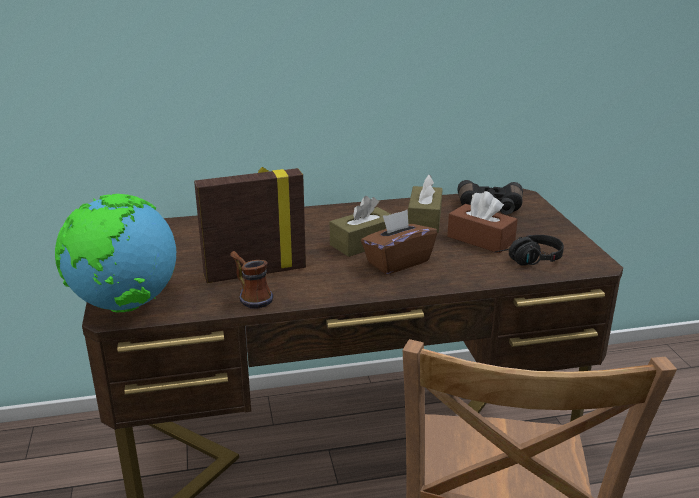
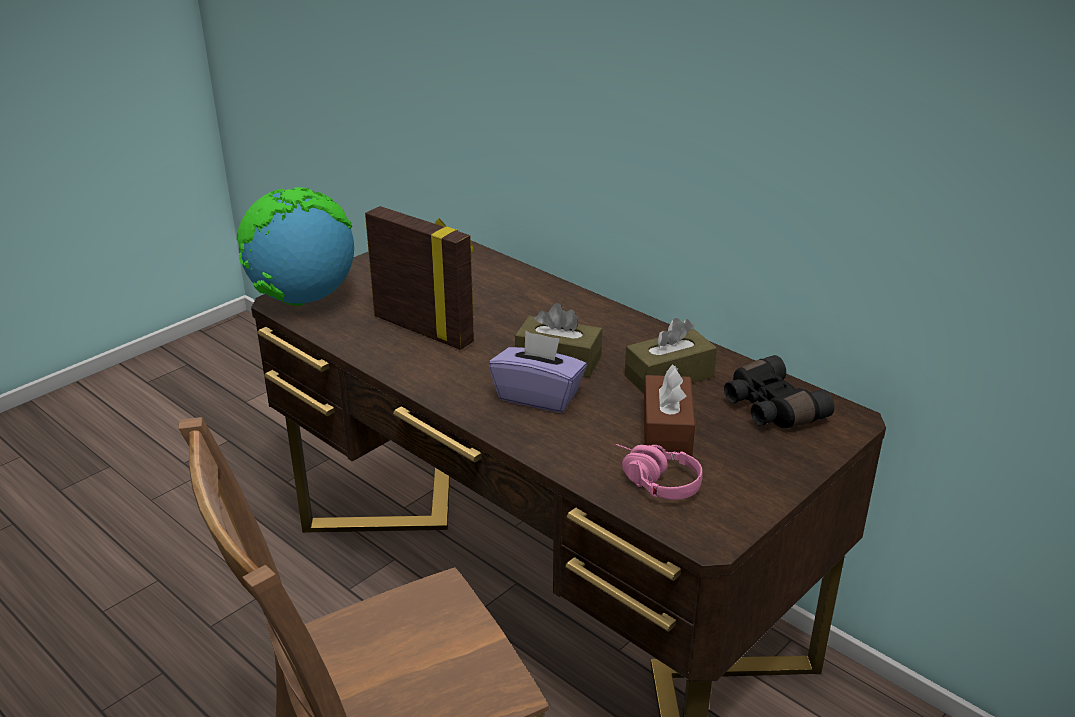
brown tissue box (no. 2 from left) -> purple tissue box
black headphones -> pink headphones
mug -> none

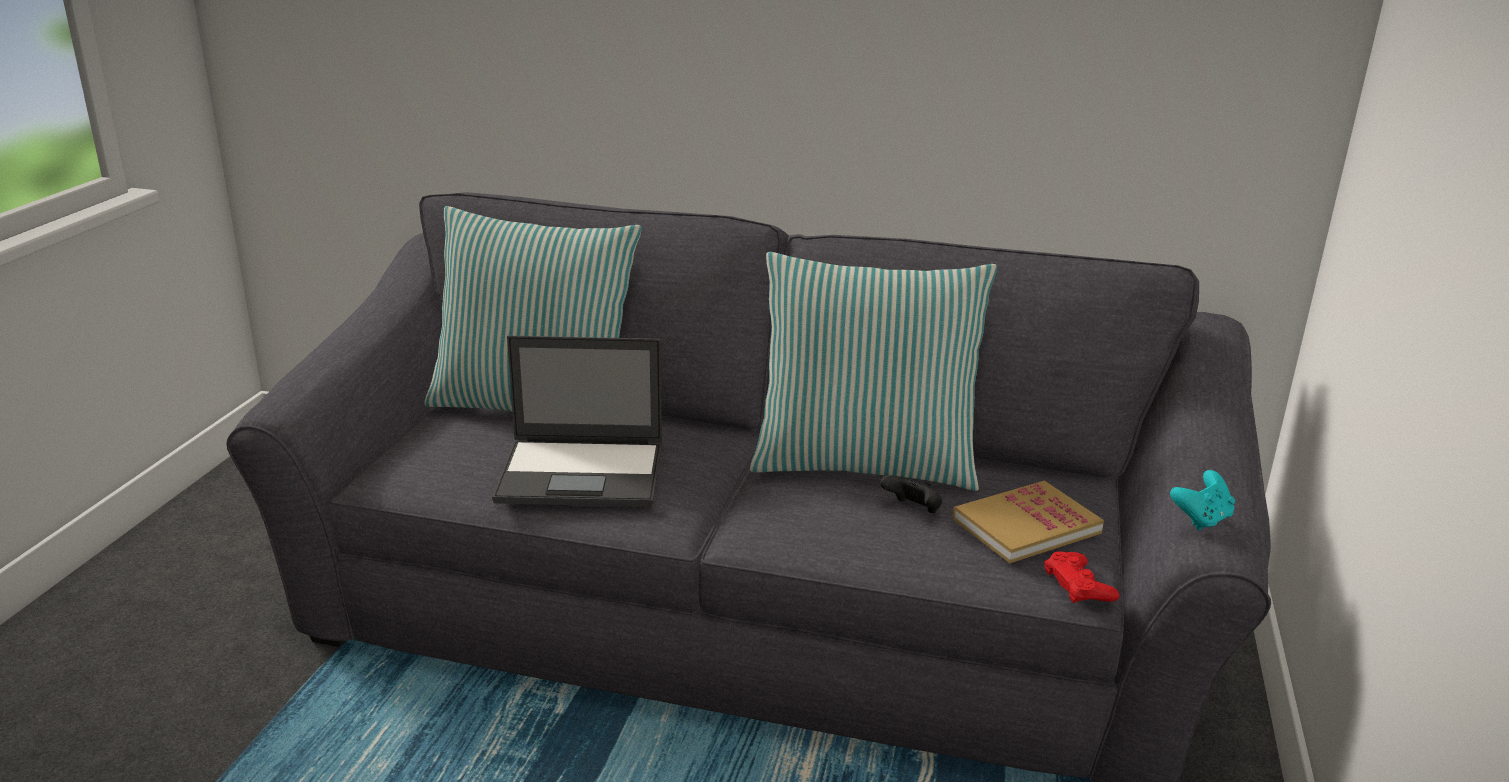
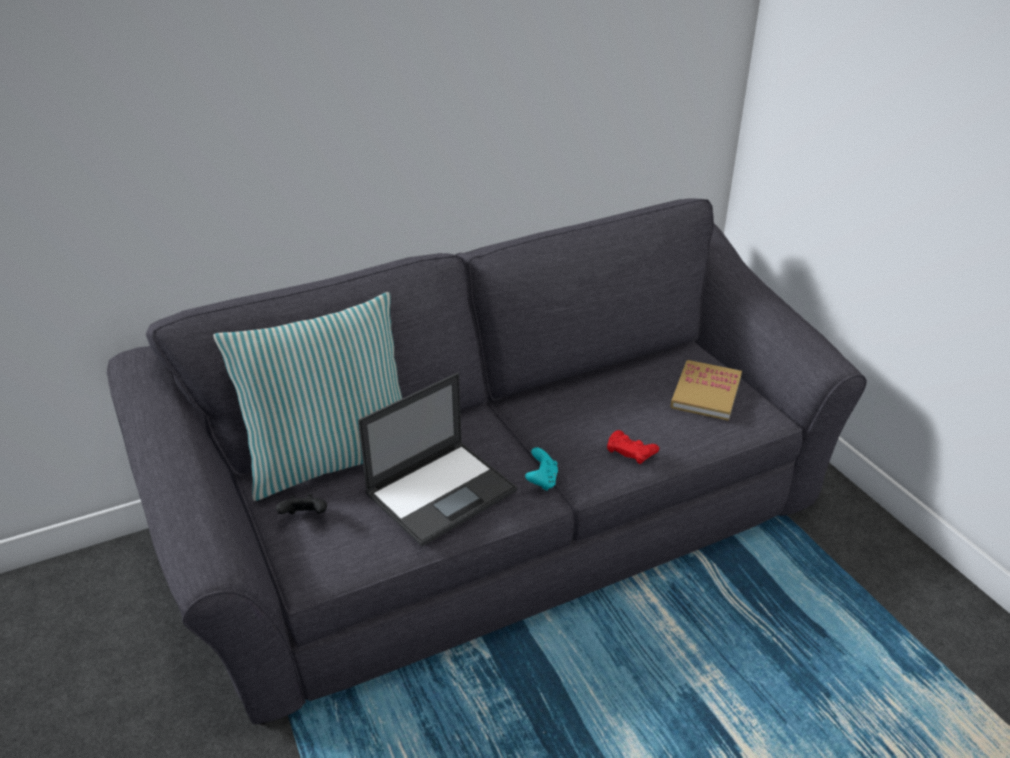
black game controller, shifted
turquoise game controller, shifted
red game controller, shifted
pillow (no. 2 from left) -> none

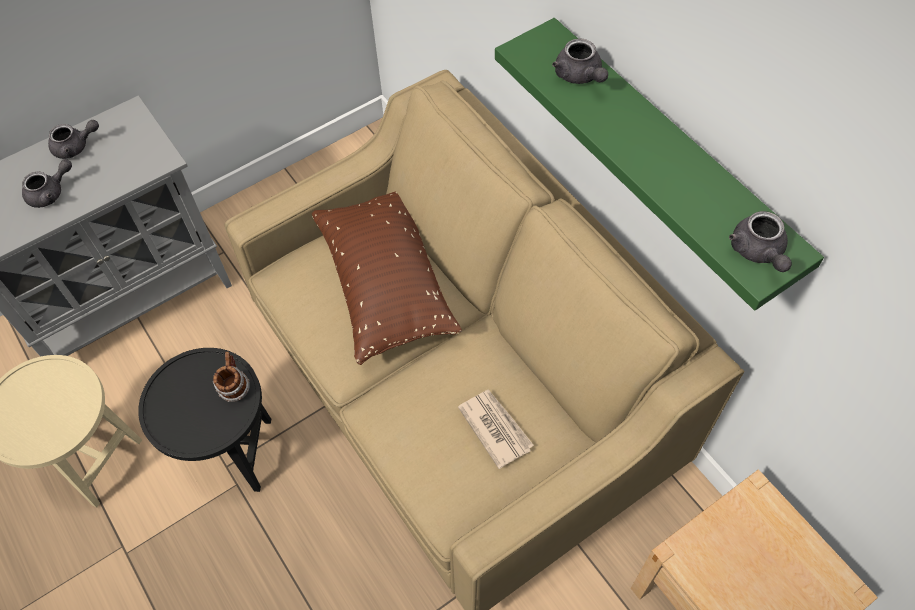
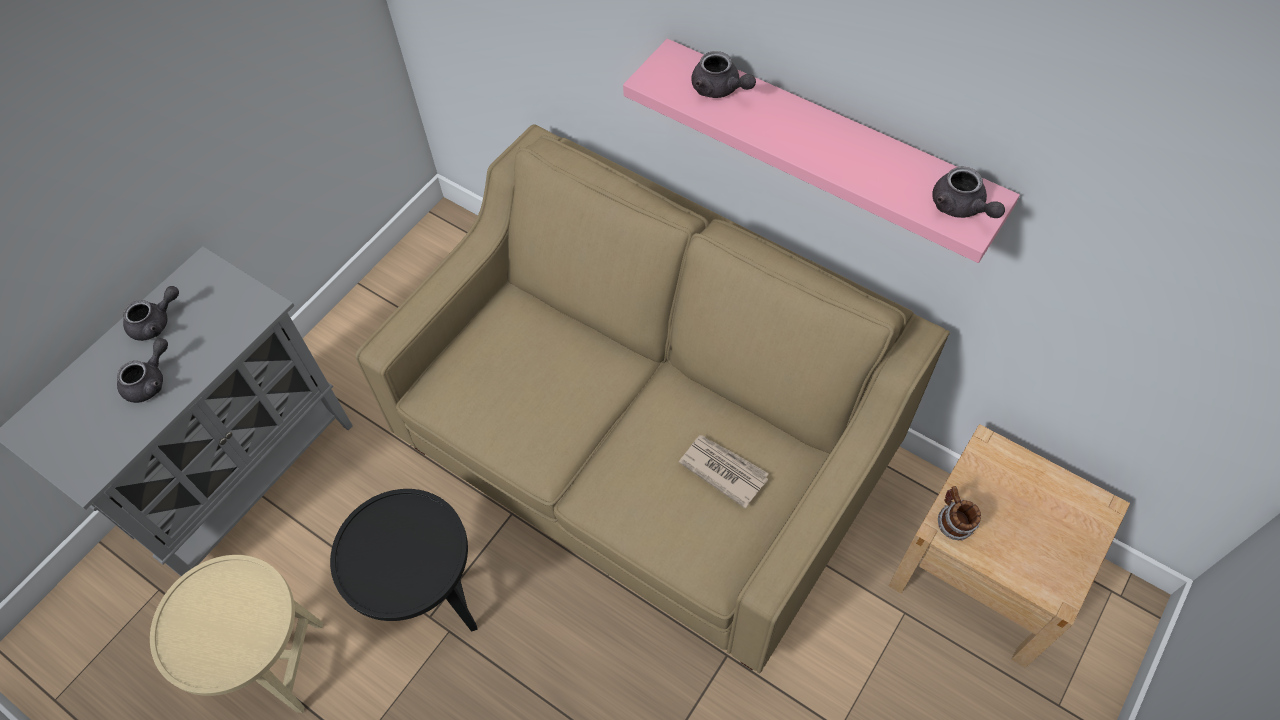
green shelf -> pink shelf
mug, shifted
brown pillow -> none

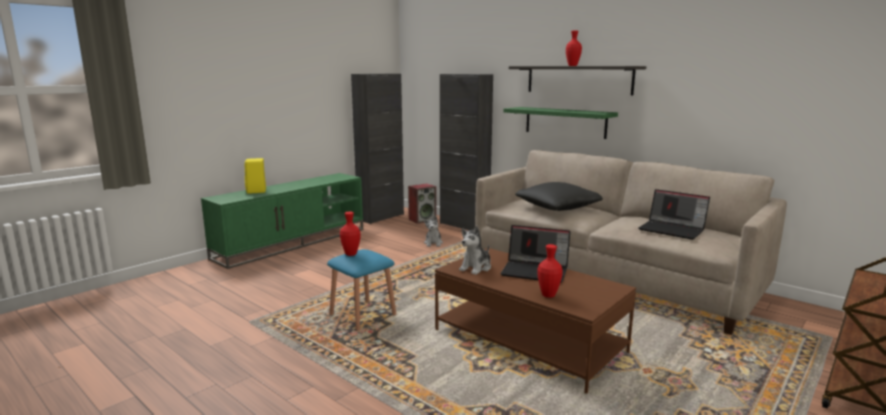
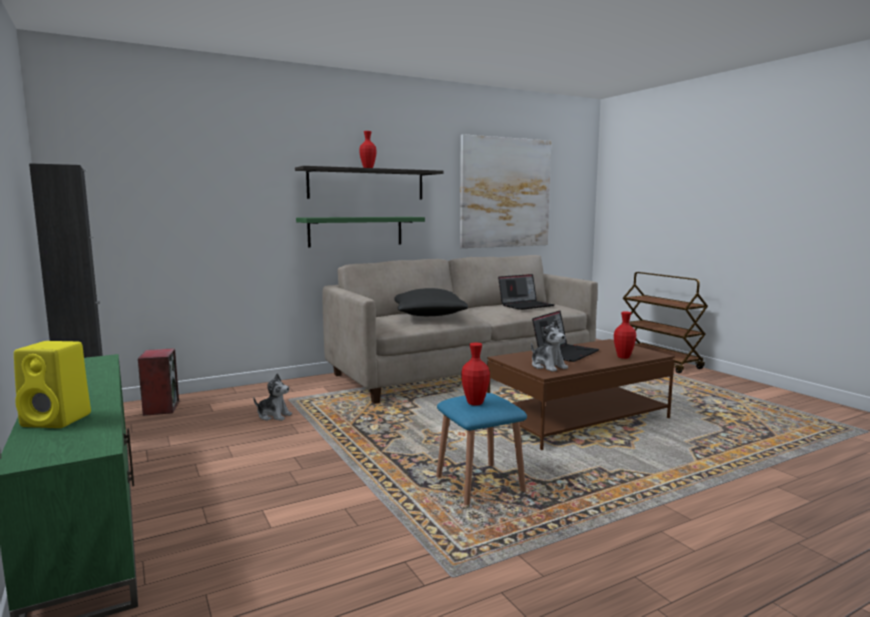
none -> picture
black cabinet (no. 2 from left) -> none

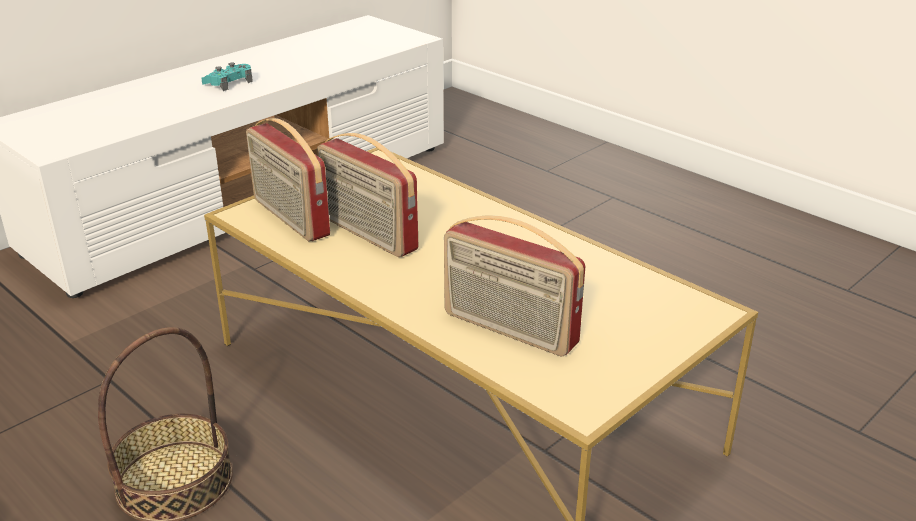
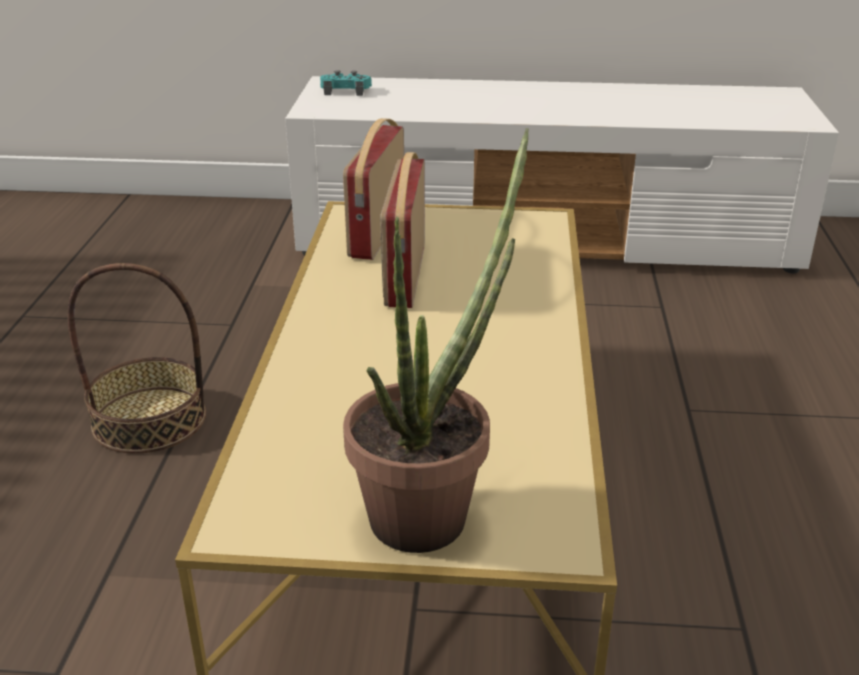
turquoise game controller, shifted
none -> potted plant
radio (no. 3 from left) -> none

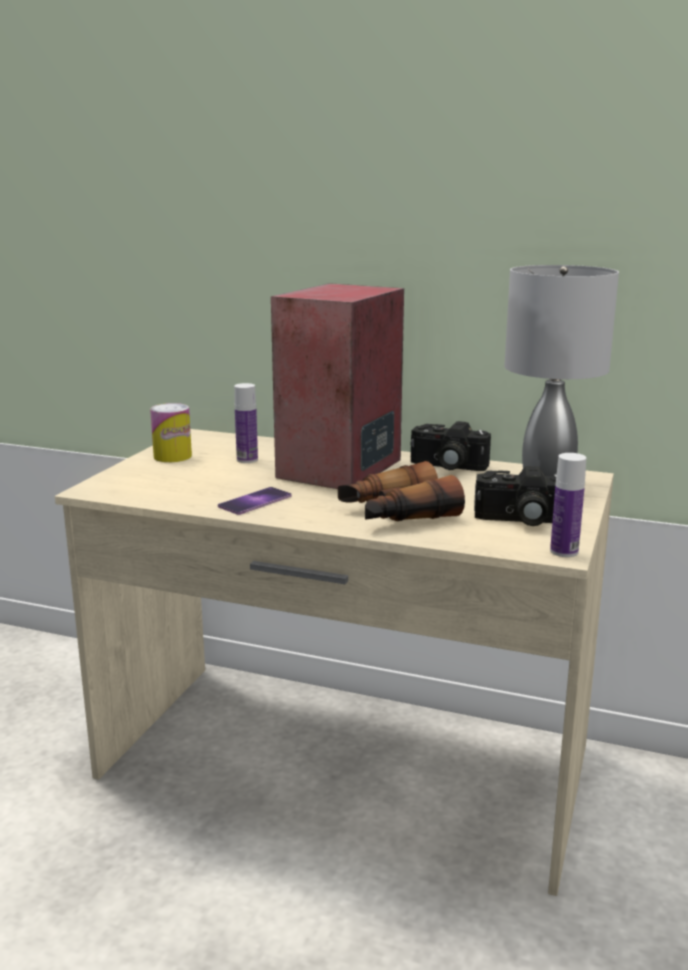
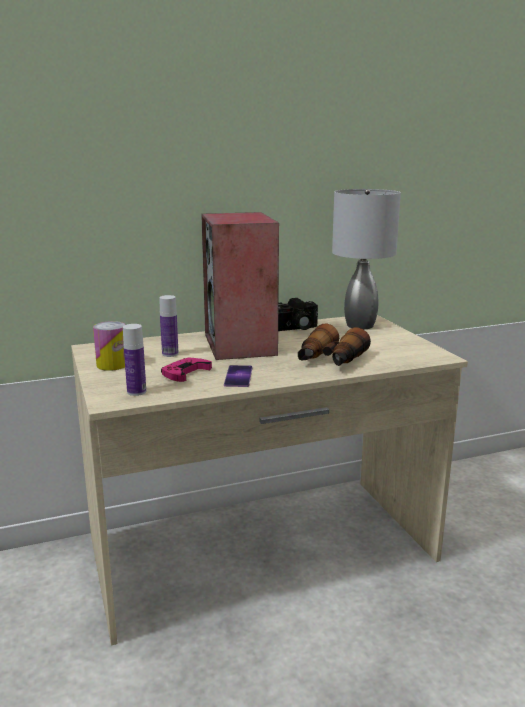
bottle (no. 2 from left in the first image) -> bottle (no. 1 from left), shifted
none -> pink game controller
photo camera (no. 2 from left) -> none

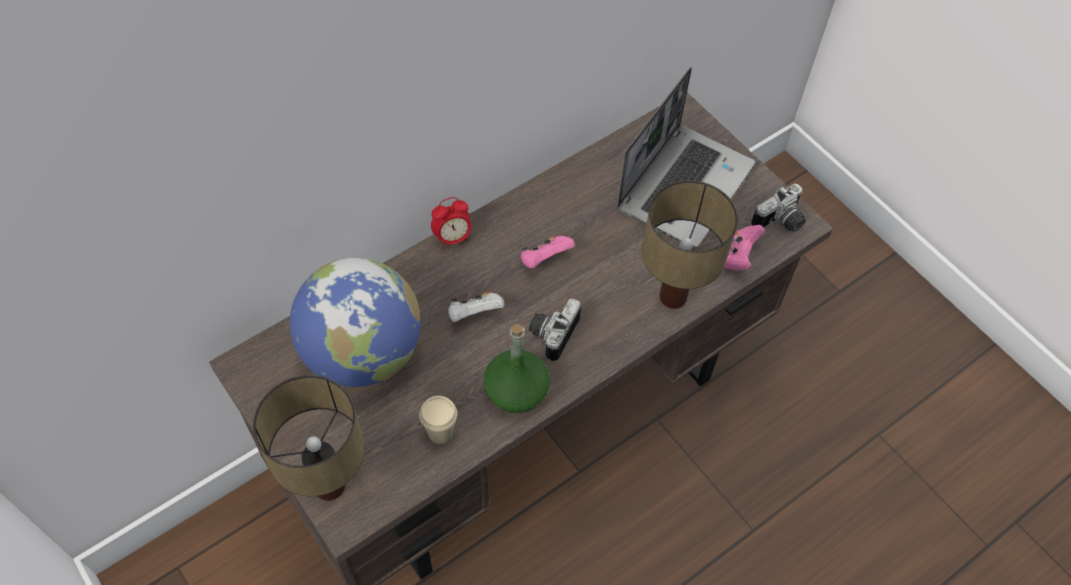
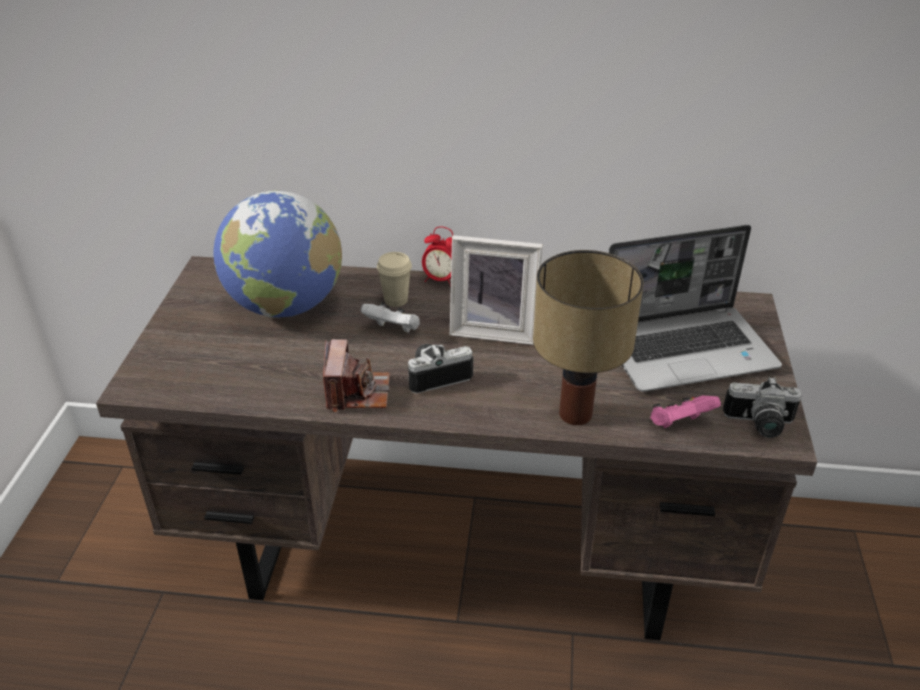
green bottle -> photo camera (no. 1 from left)
beige cup, shifted
pink game controller (no. 1 from left) -> picture frame
table lamp (no. 1 from left) -> none

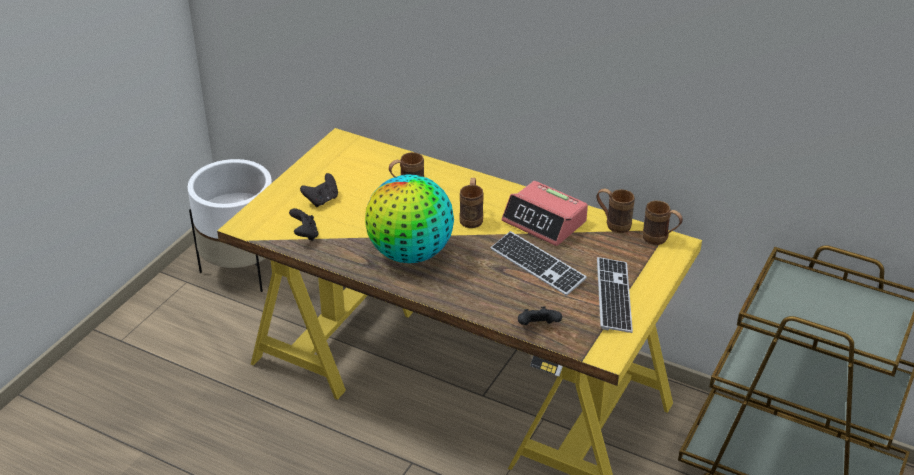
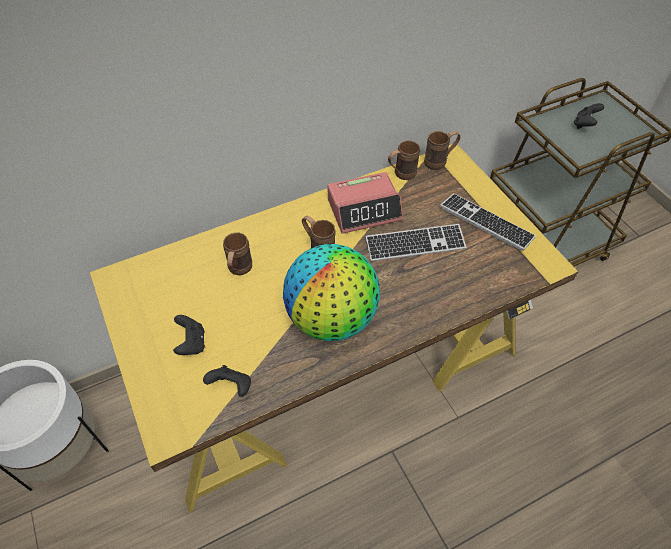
black game controller (no. 3 from left), shifted

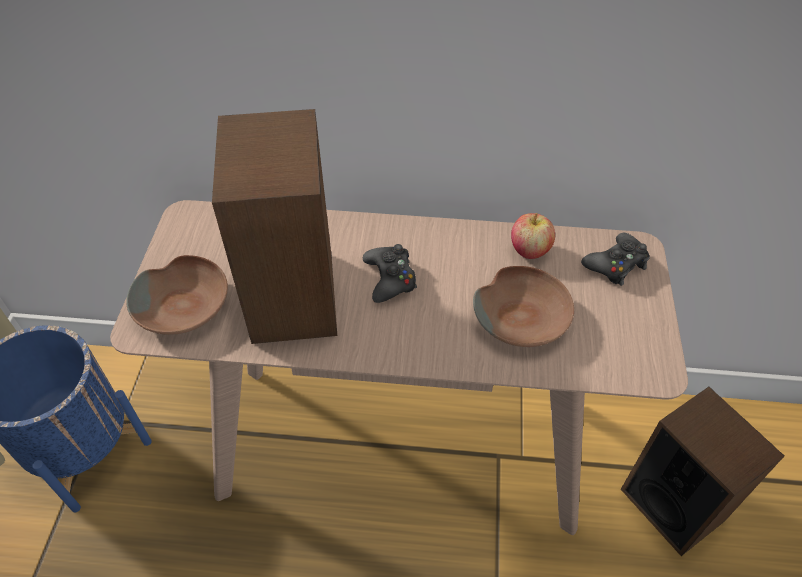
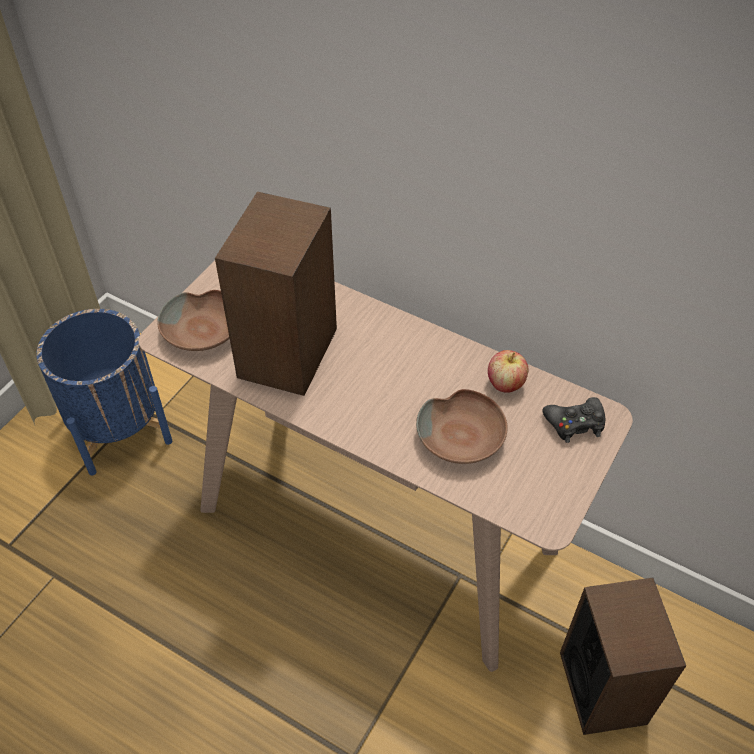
black game controller (no. 1 from left) -> none

